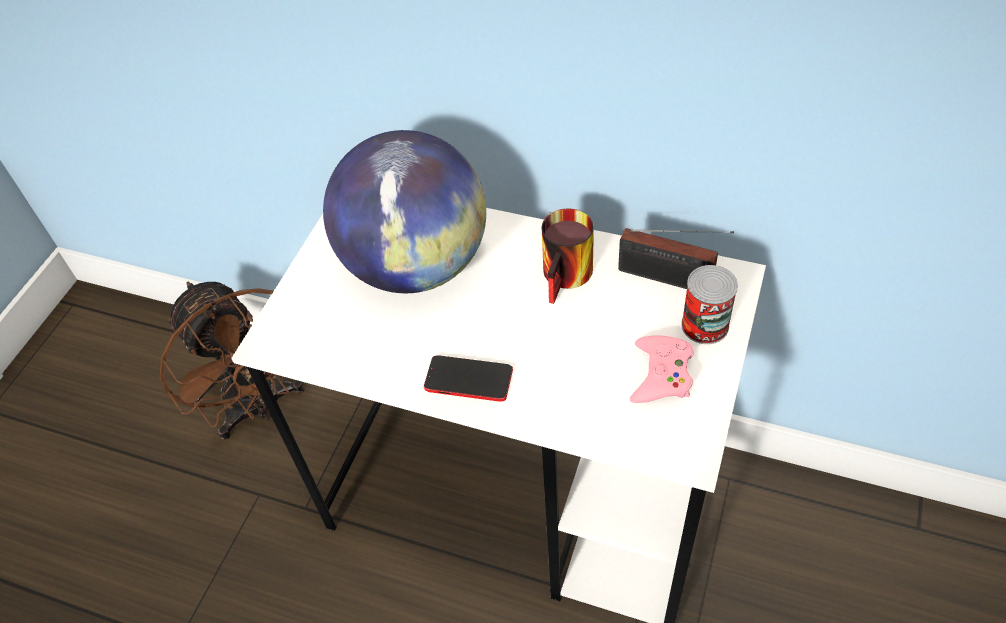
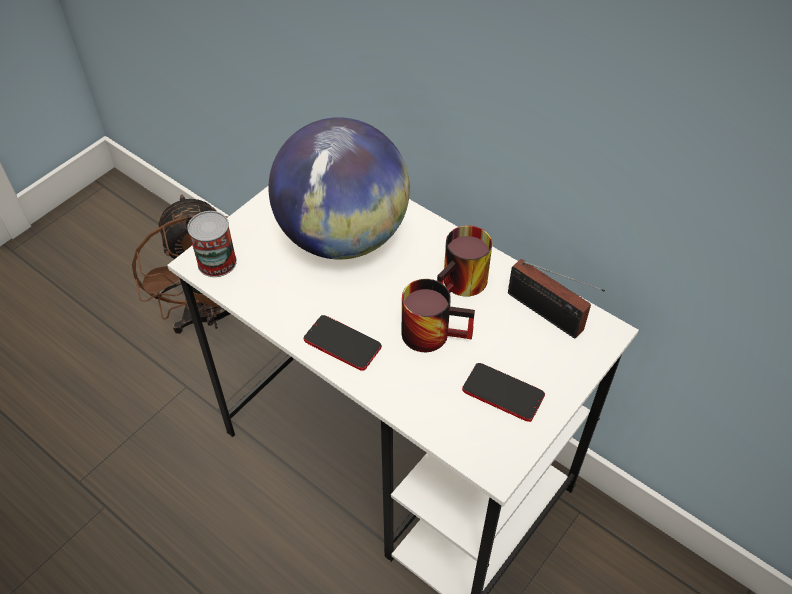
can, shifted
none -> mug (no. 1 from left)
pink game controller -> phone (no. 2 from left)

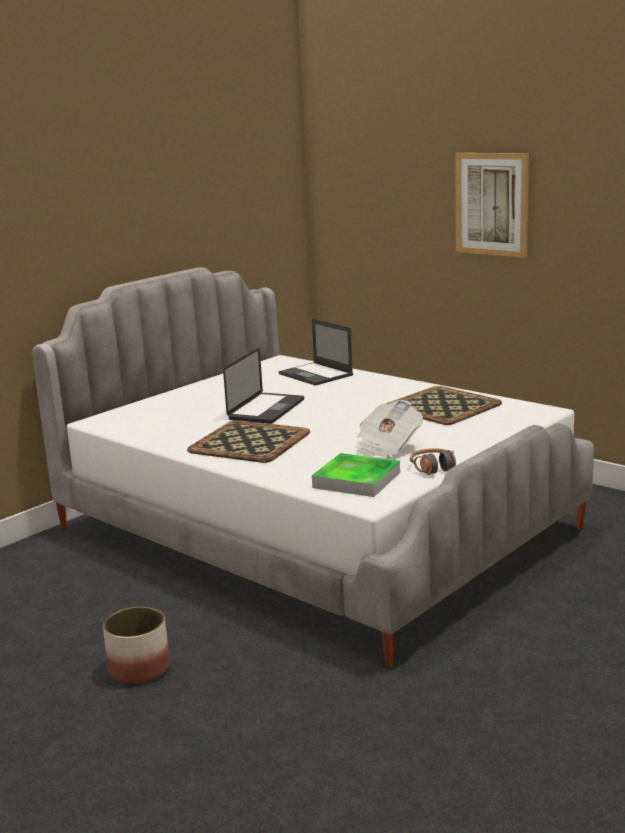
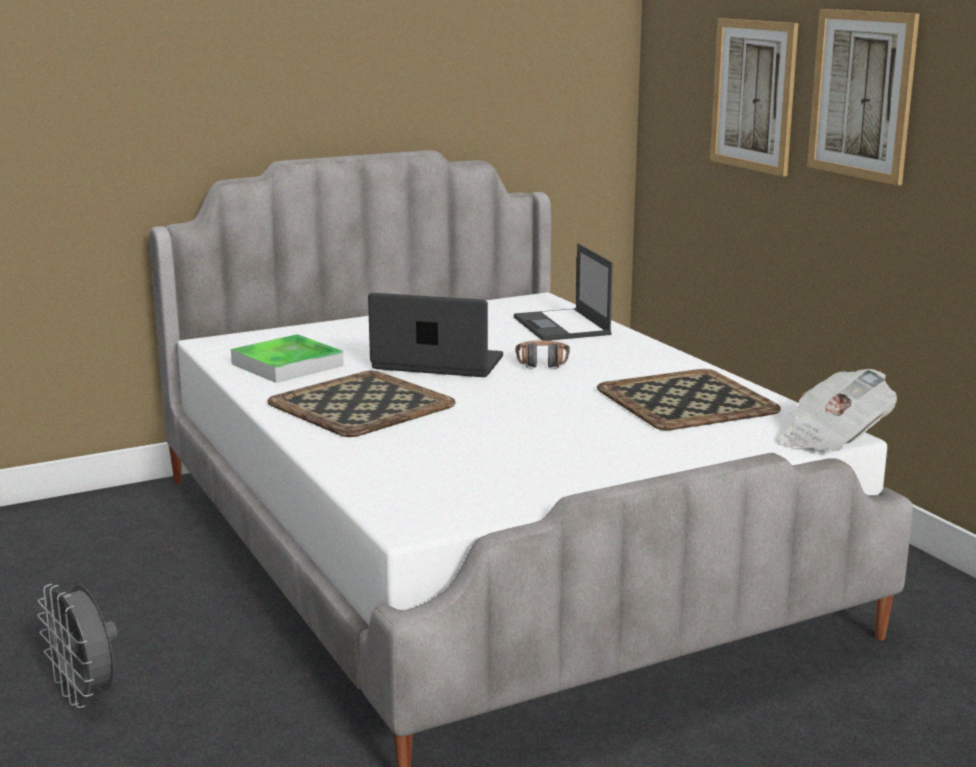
planter -> grey fan
tray (no. 2 from left in the first image) -> tray (no. 1 from left), shifted
laptop (no. 1 from left), 120 degrees counterclockwise
headphones, shifted
none -> picture (no. 1 from left)
newspaper, shifted

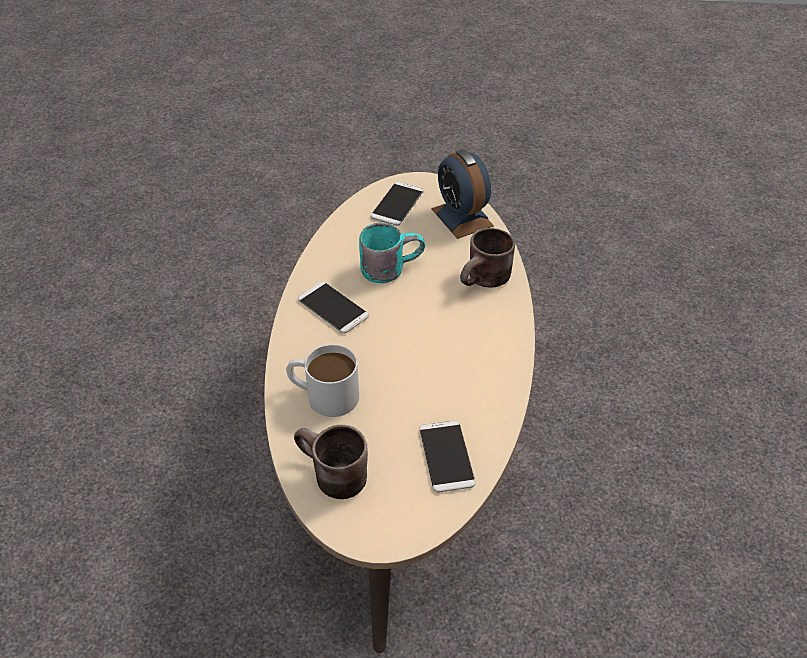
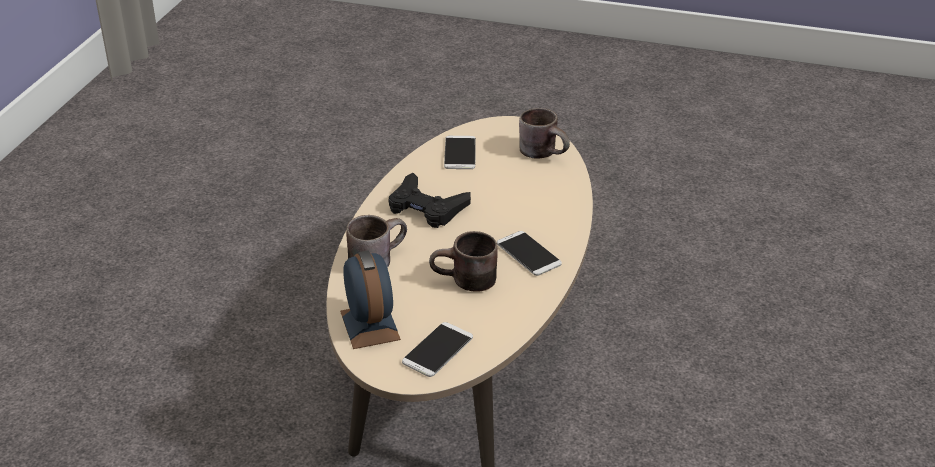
none -> black game controller
turquoise mug -> brown mug (no. 2 from left)
white mug -> none

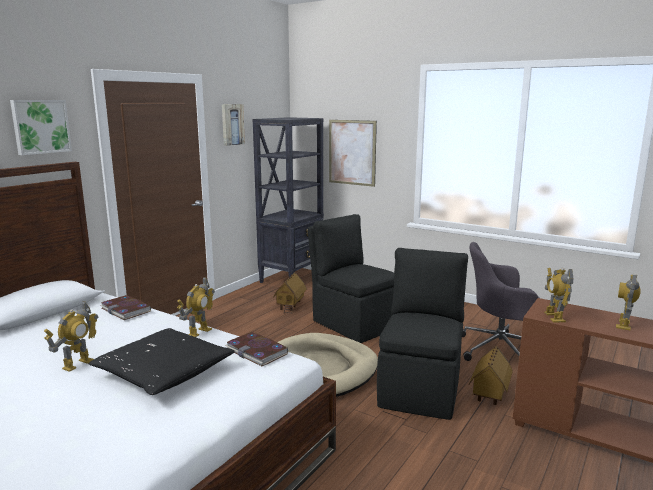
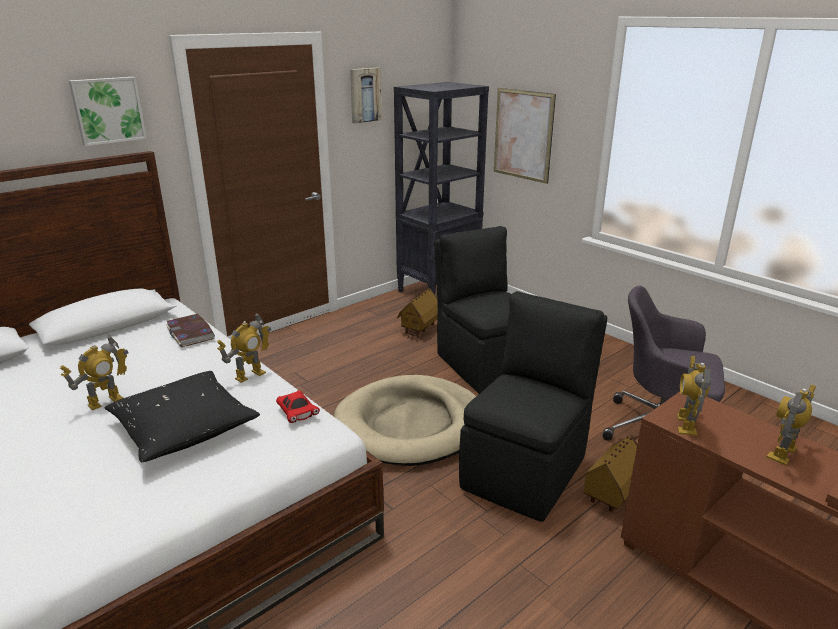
book (no. 2 from left) -> red toy car

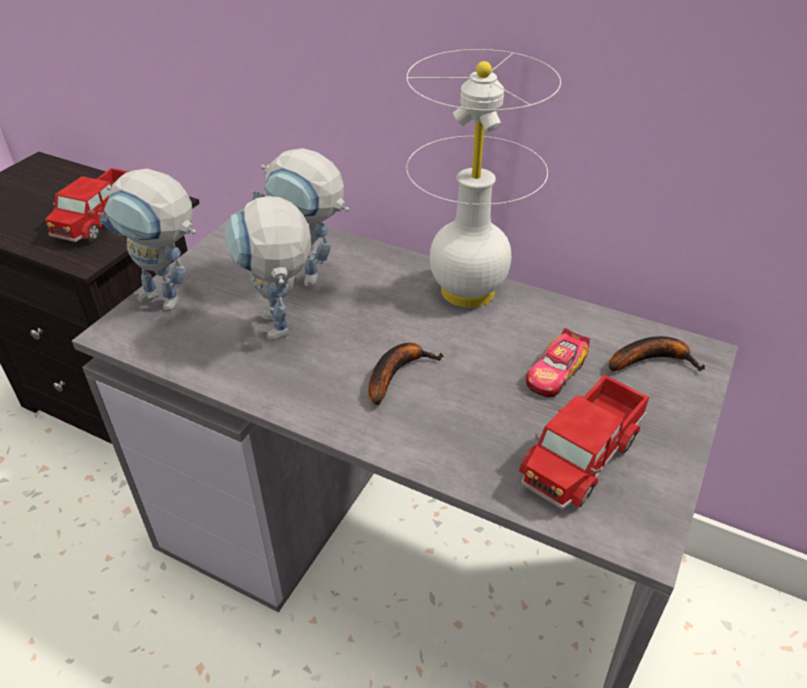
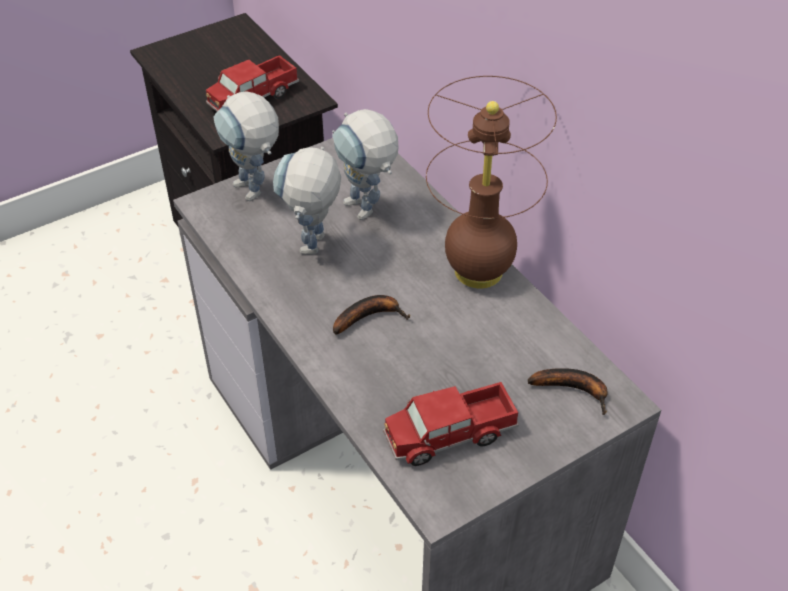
white table lamp -> brown table lamp
toy car -> none

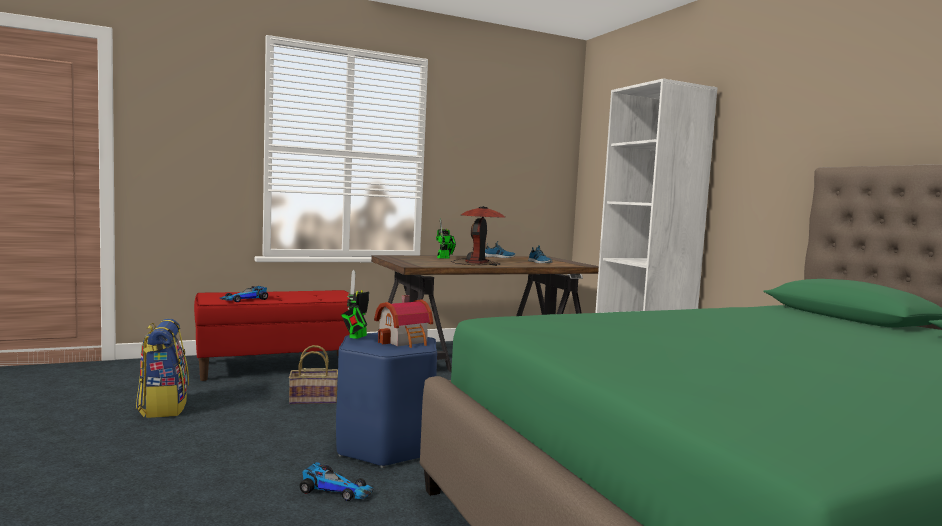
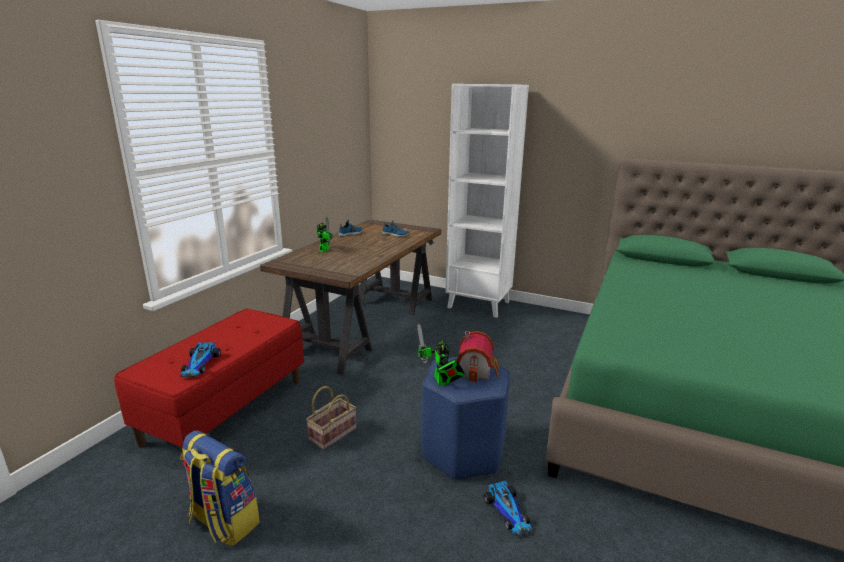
toy car (no. 2 from left), 90 degrees clockwise
table lamp -> none

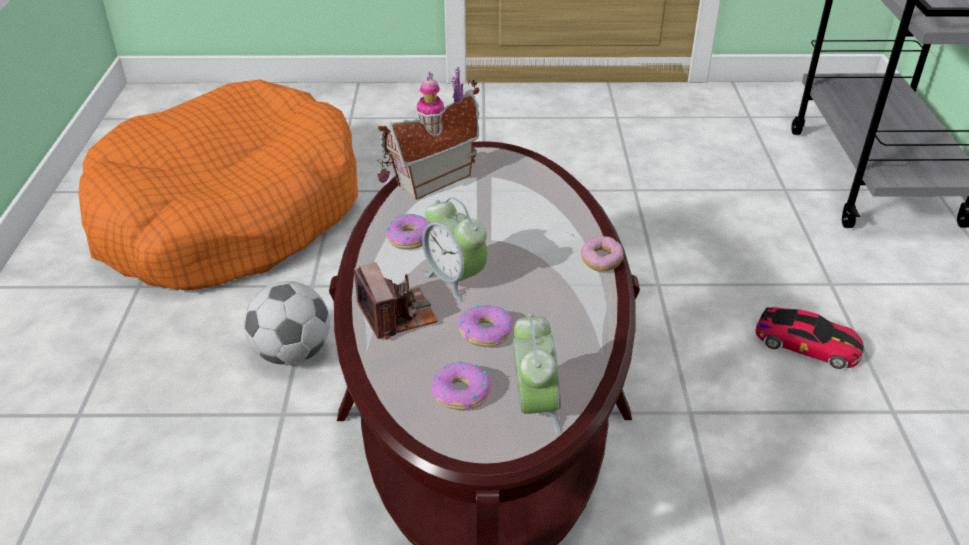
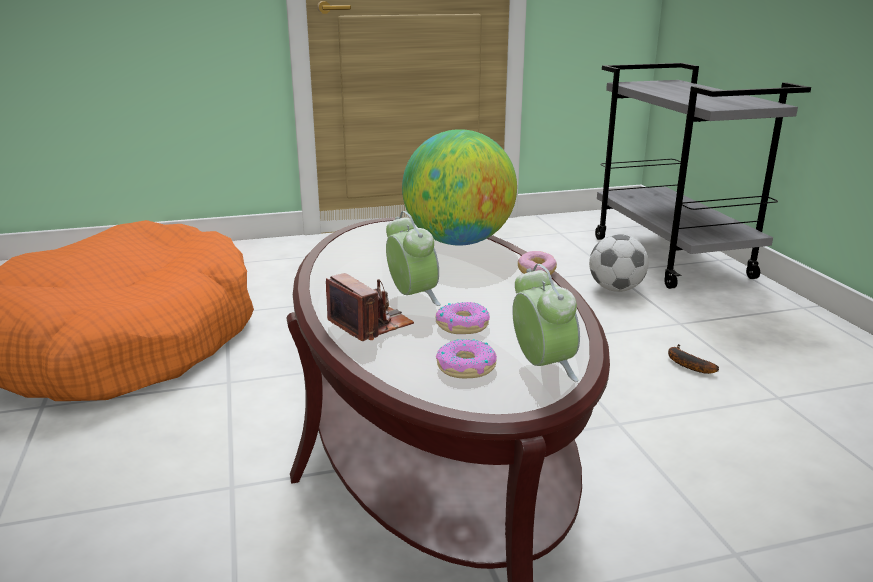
alarm clock (no. 1 from left), 150 degrees counterclockwise
none -> globe
football, shifted
toy car -> banana
toy house -> none
donut (no. 1 from left) -> none

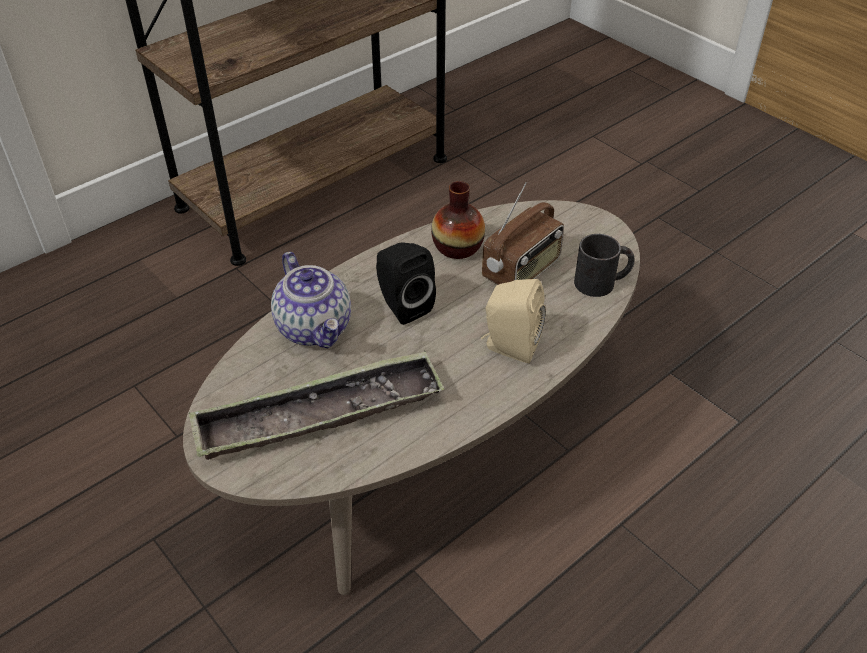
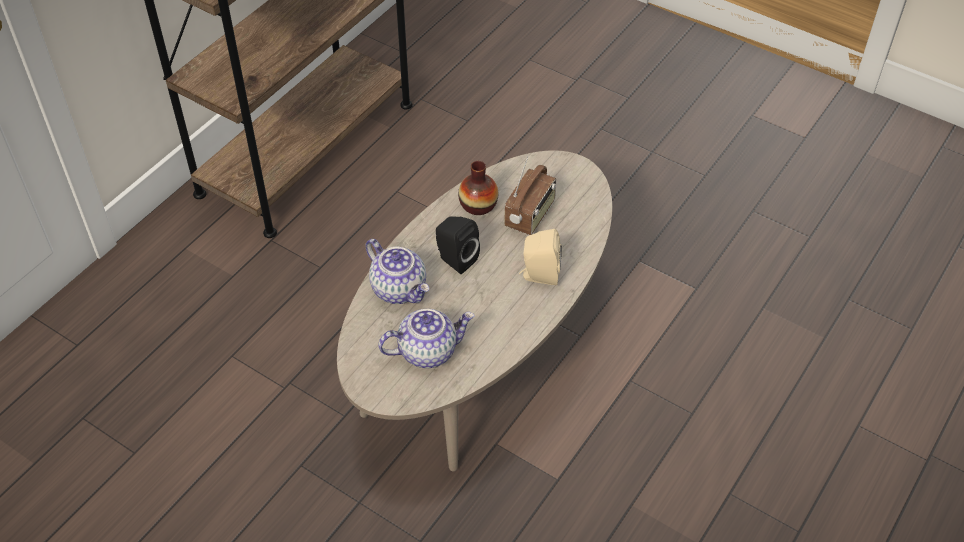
tray -> teapot (no. 2 from left)
black mug -> none

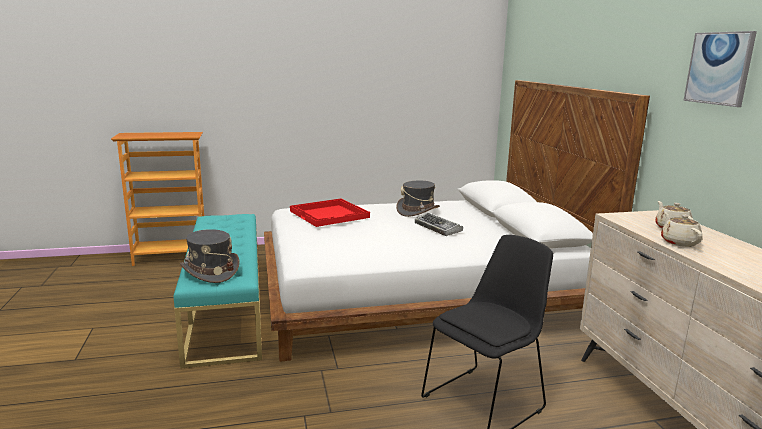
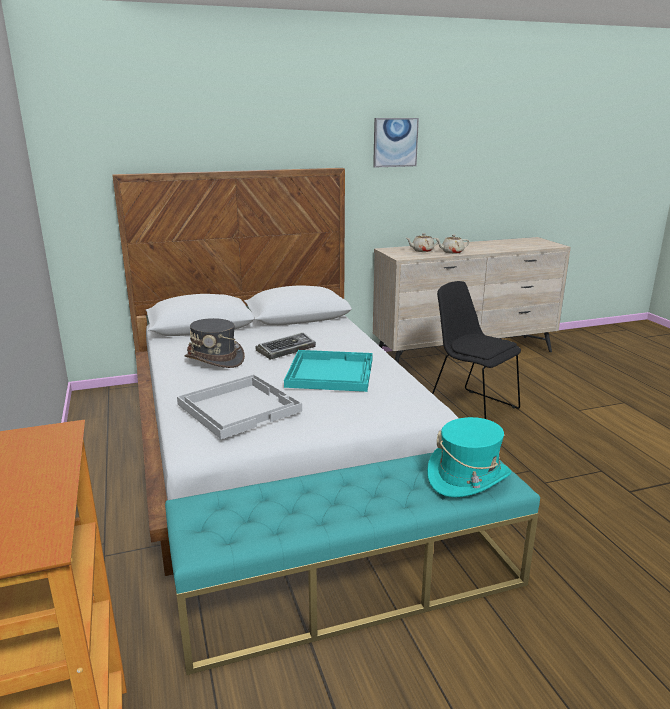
red tray -> white tray
none -> turquoise tray
grey hat (no. 1 from left) -> turquoise hat

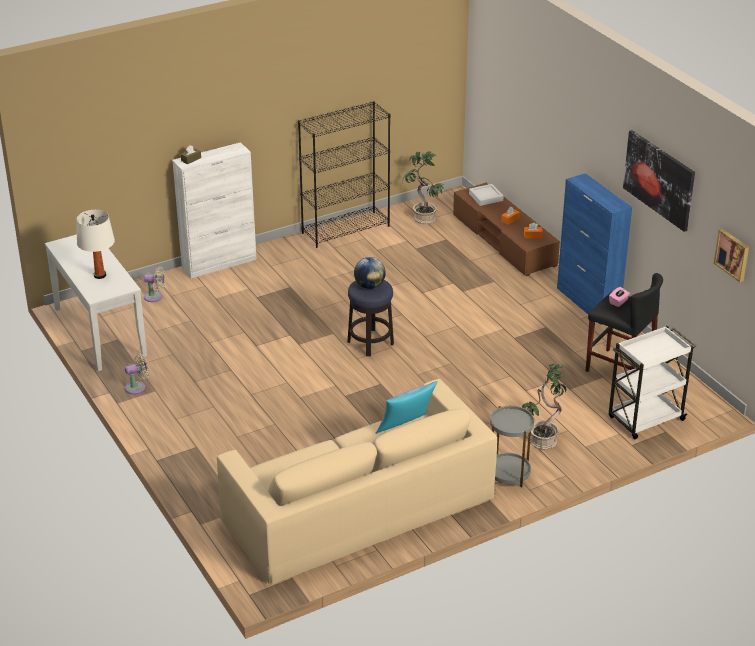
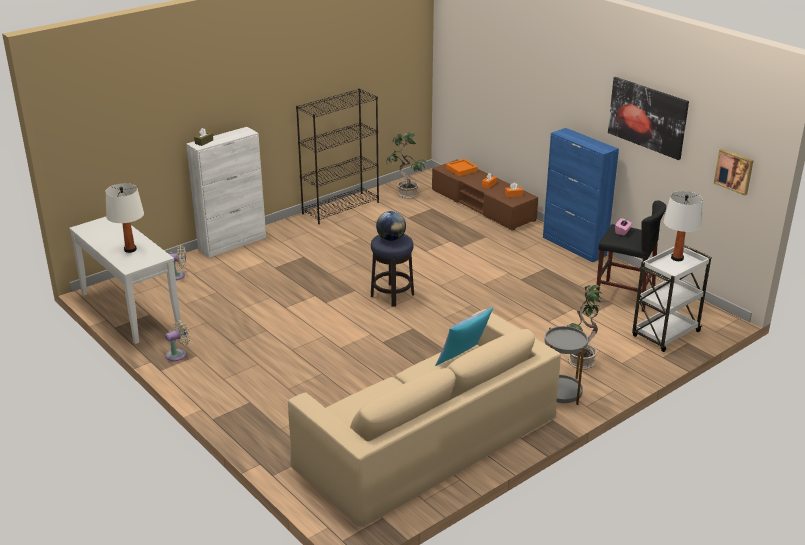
grey tray -> orange tray
none -> white table lamp (no. 2 from left)

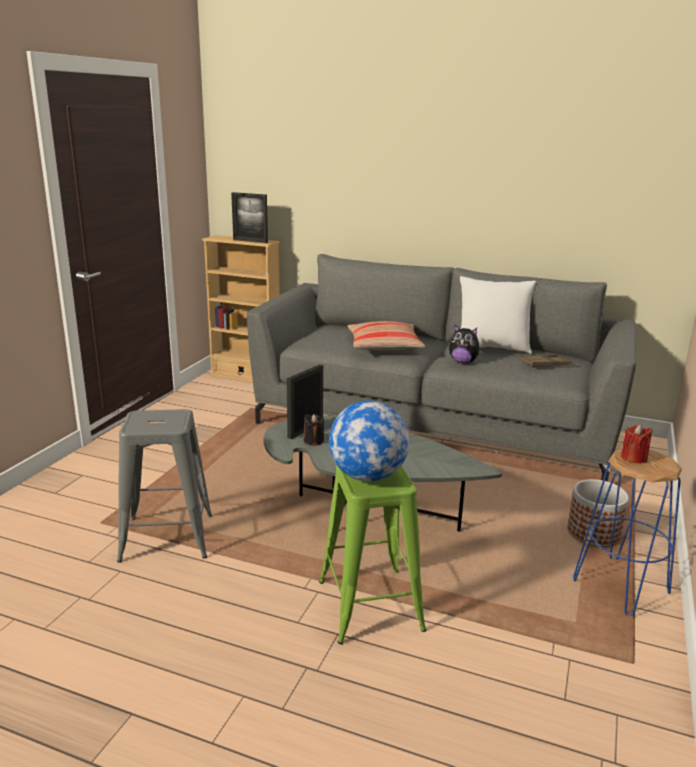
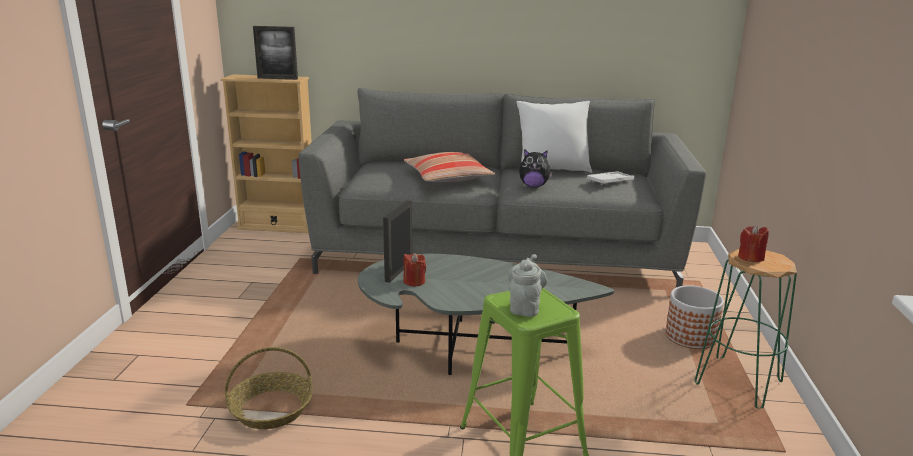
grey stool -> basket
black candle -> red candle (no. 1 from left)
globe -> grey teapot
brown tray -> white tray
blue stool -> green stool (no. 2 from left)

